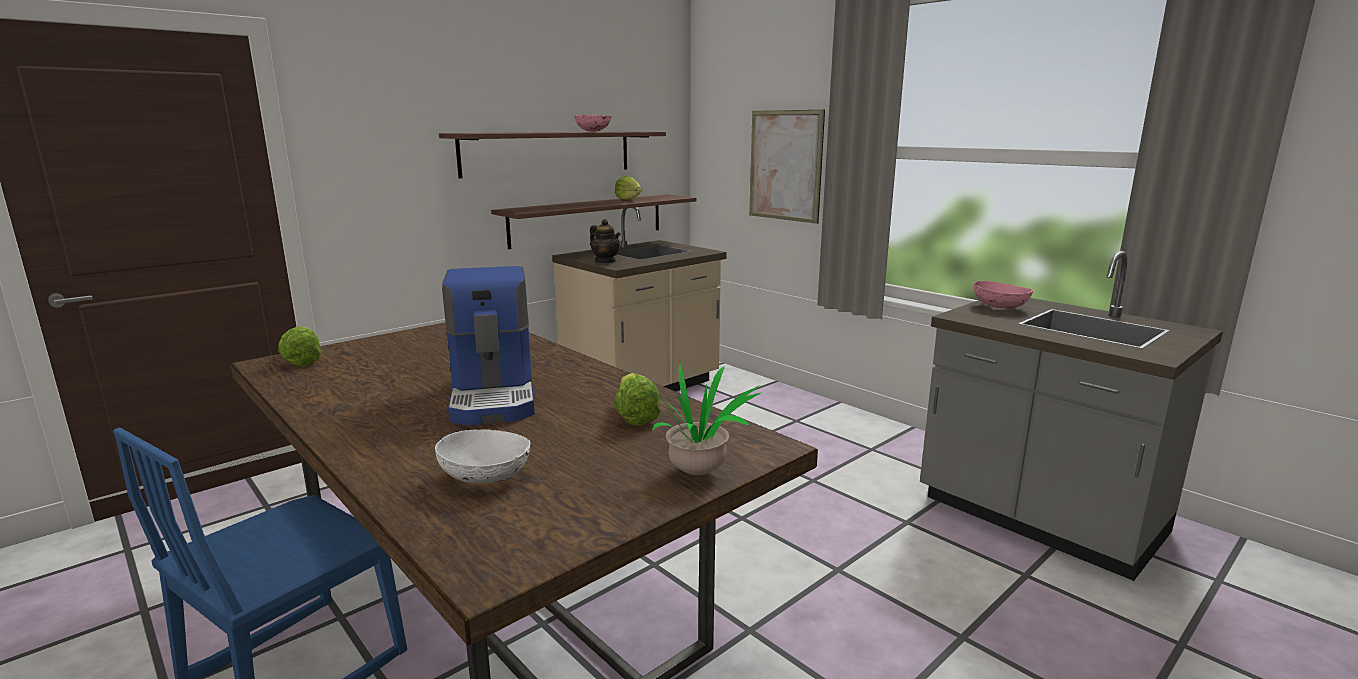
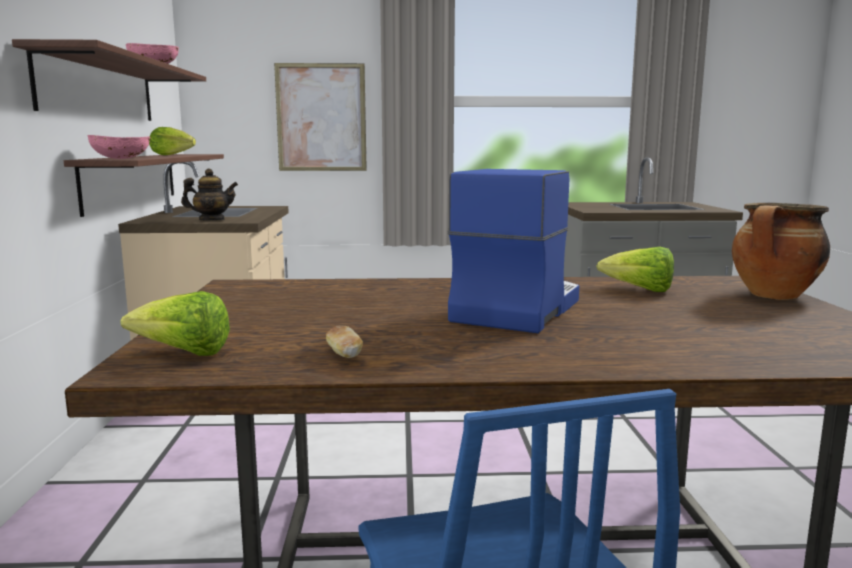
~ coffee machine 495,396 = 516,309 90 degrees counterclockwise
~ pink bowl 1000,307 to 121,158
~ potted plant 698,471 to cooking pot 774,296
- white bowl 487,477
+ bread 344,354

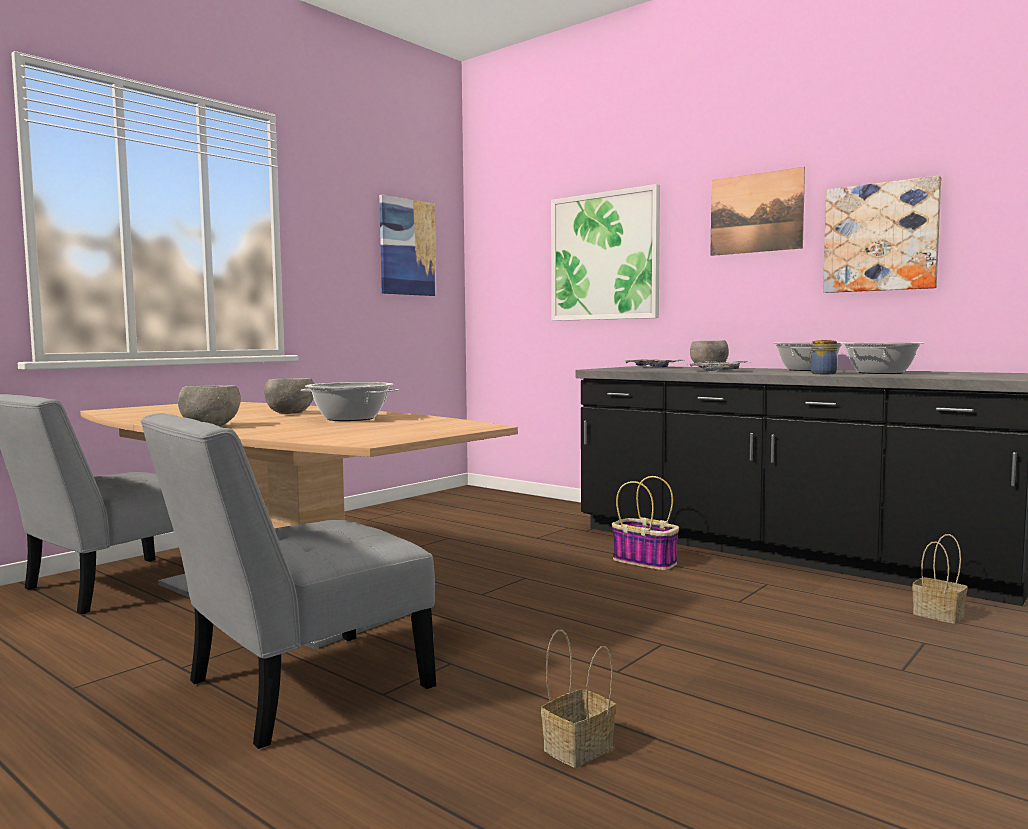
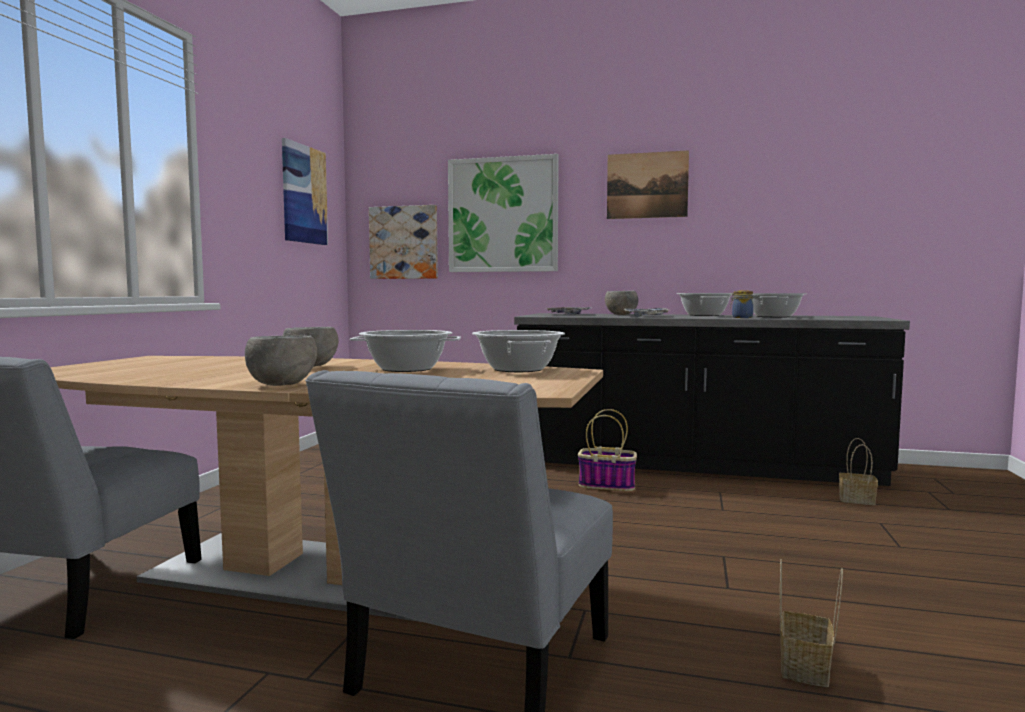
~ picture 880,237 to 404,242
+ cooking pot 517,369

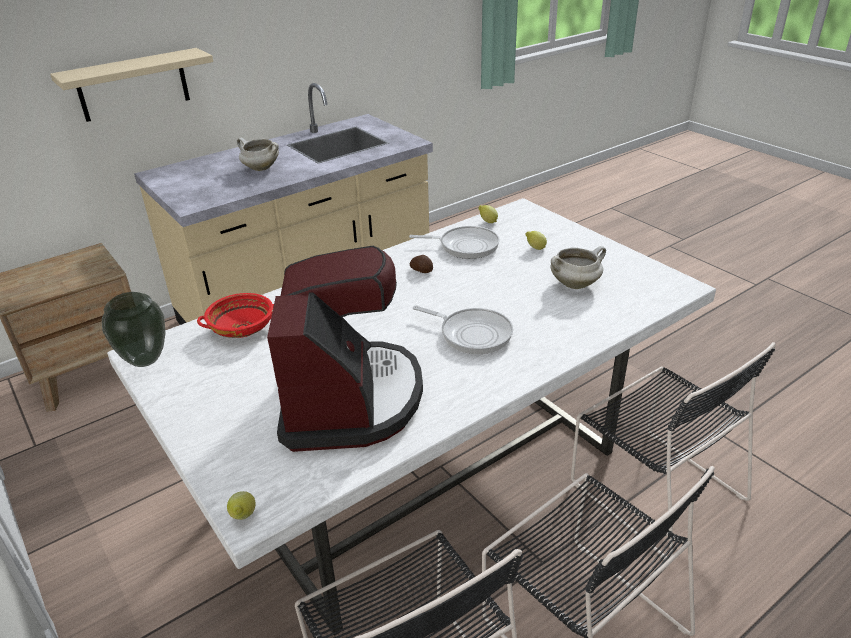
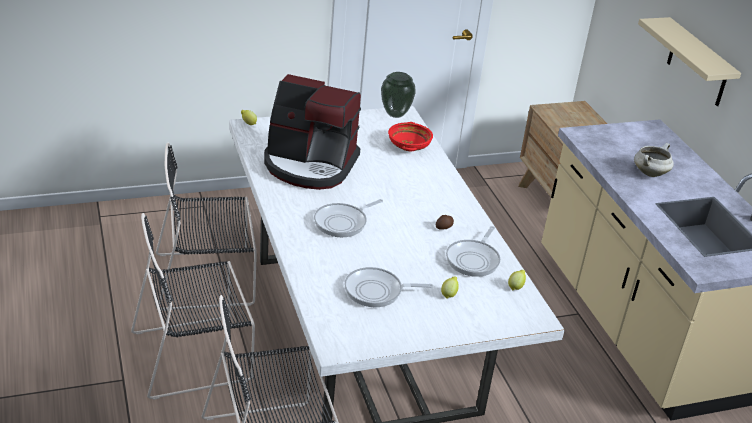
~ white cooking pot 575,284 to frying pan 377,291

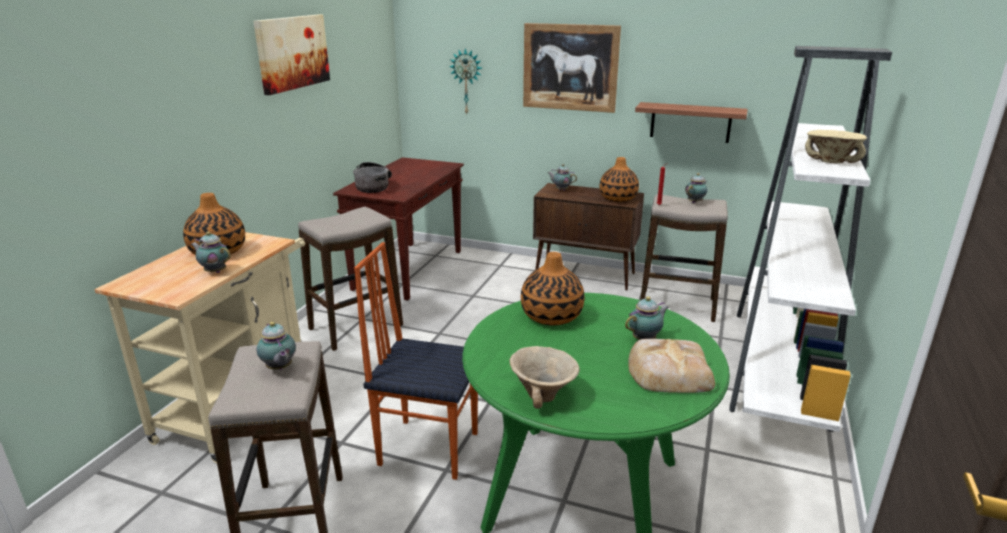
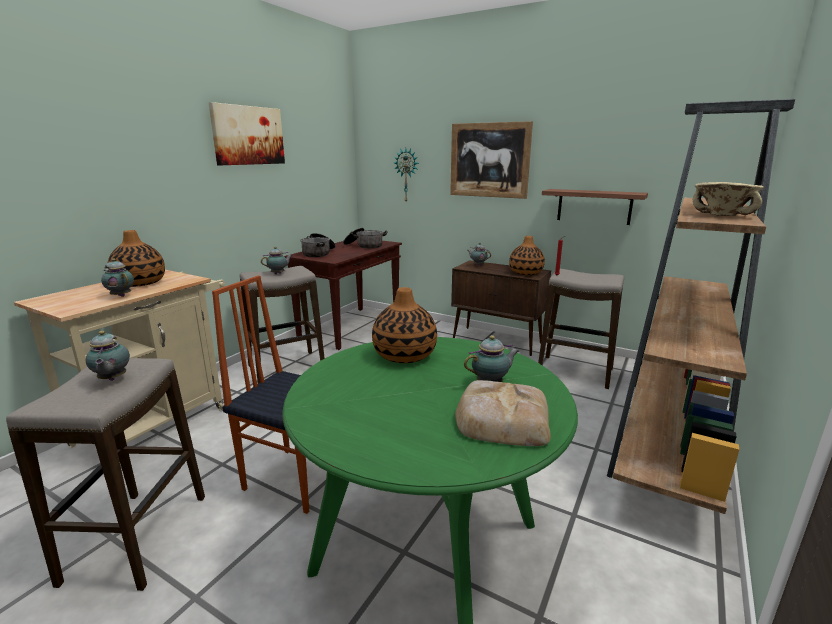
~ white bookcase 778,366 to brown bookcase 668,436
~ teapot 695,202 to 279,273
- beige bowl 544,395
+ cooking pot 364,246

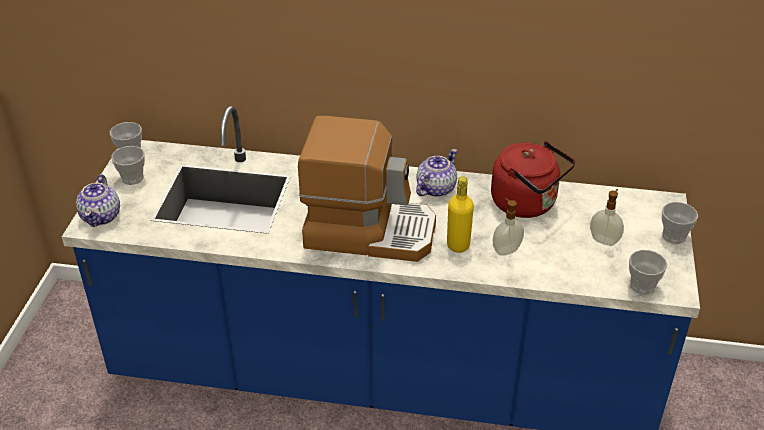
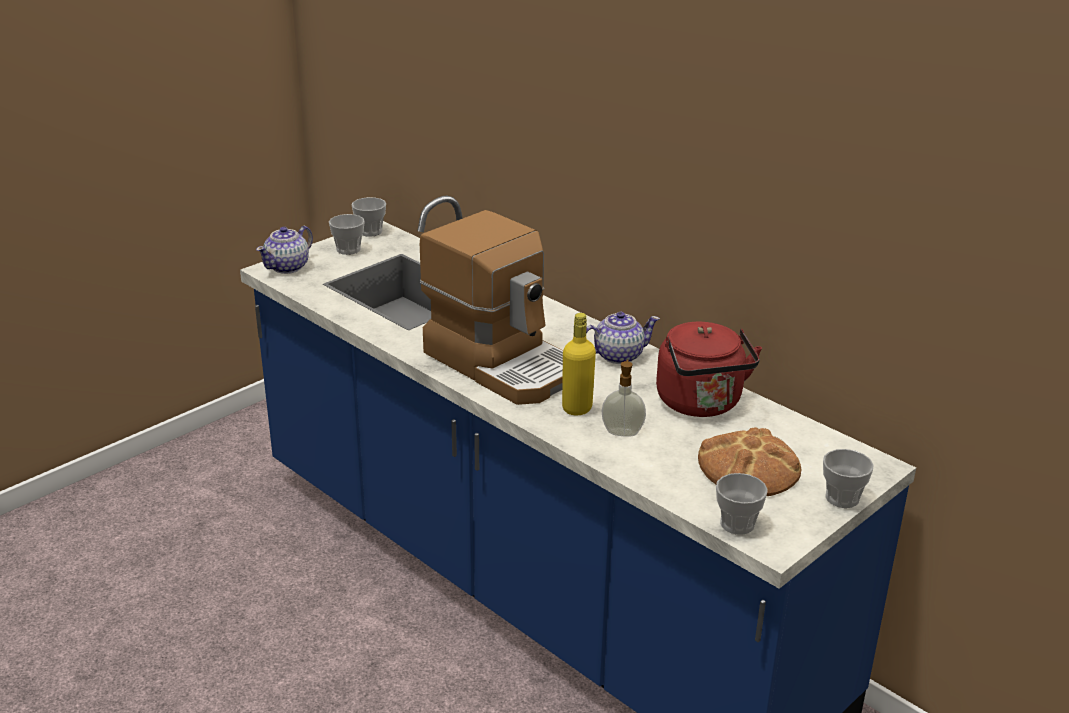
~ soap dispenser 604,240 to bread 748,468

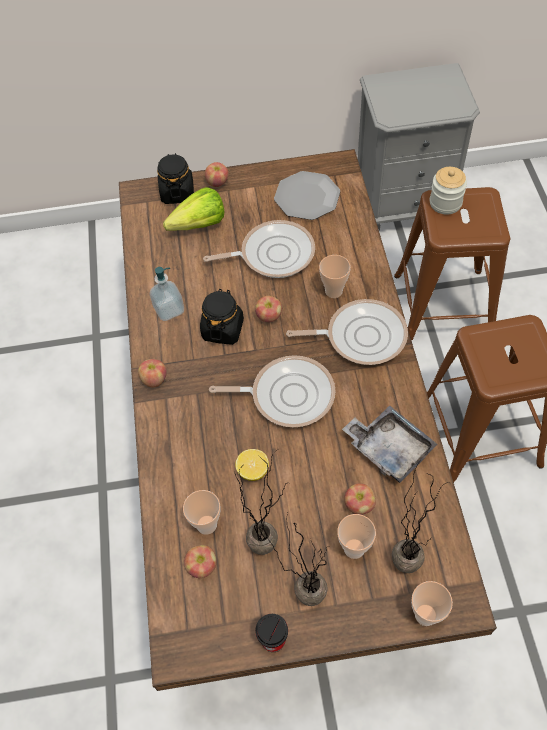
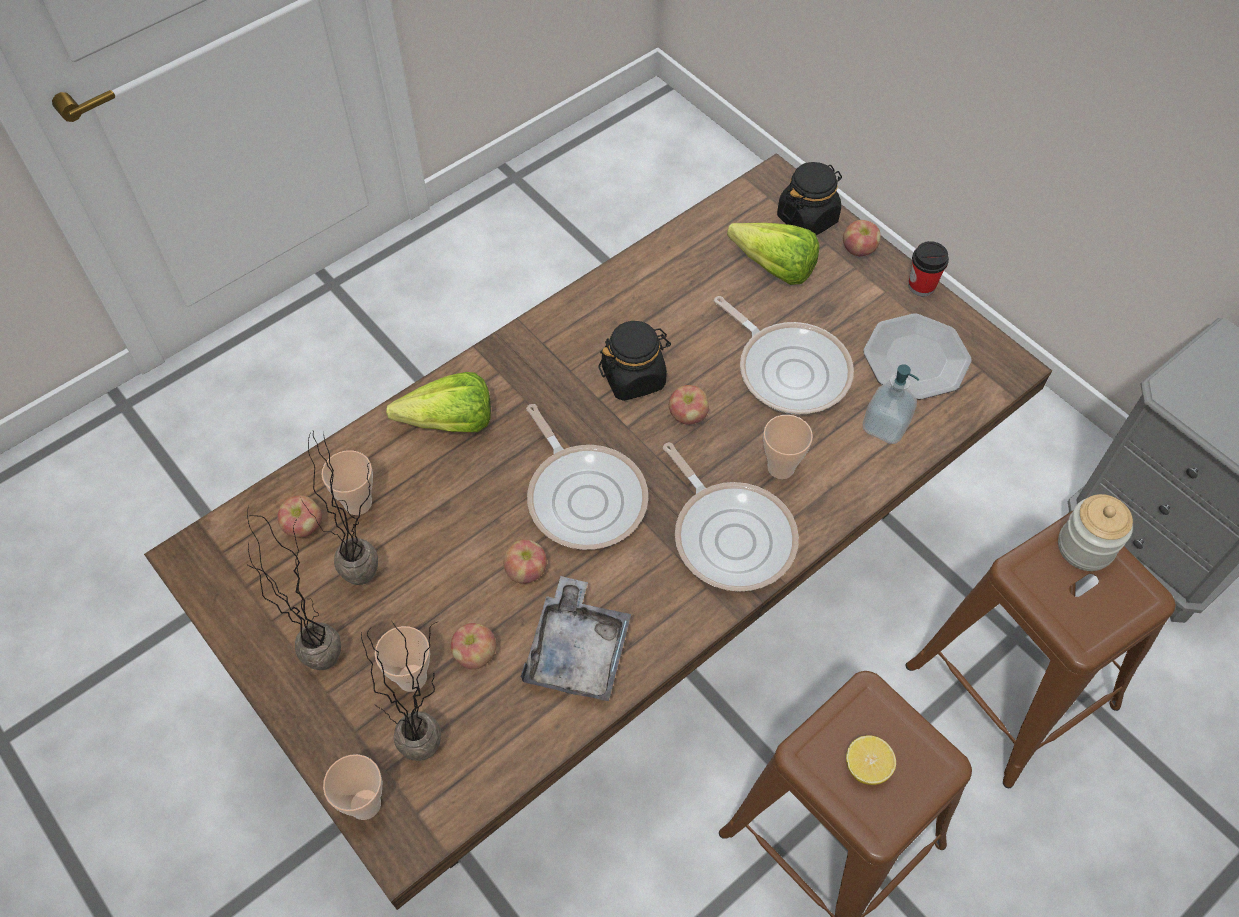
~ soap dispenser 169,310 to 885,426
~ apple 154,379 to 526,571
~ lemon 253,470 to 867,766
~ cup 273,639 to 921,286
+ lettuce 442,422

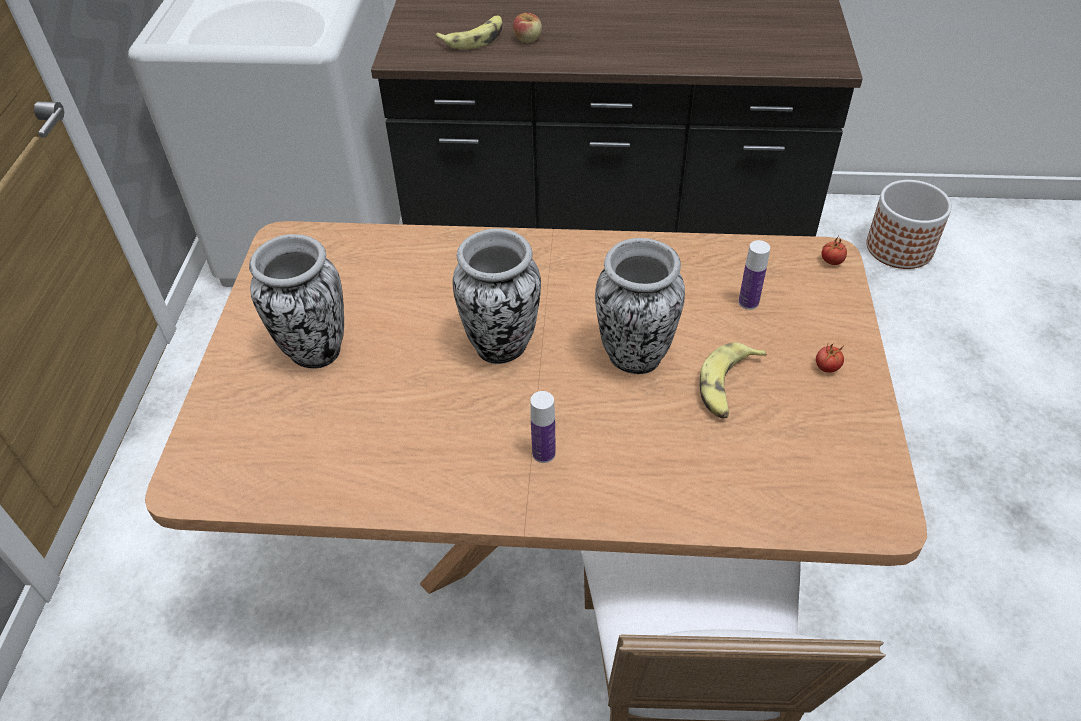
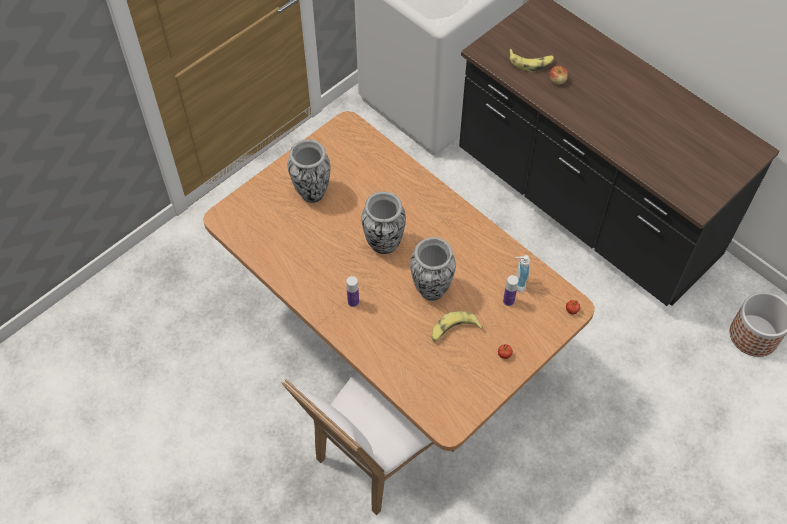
+ soap dispenser 518,283

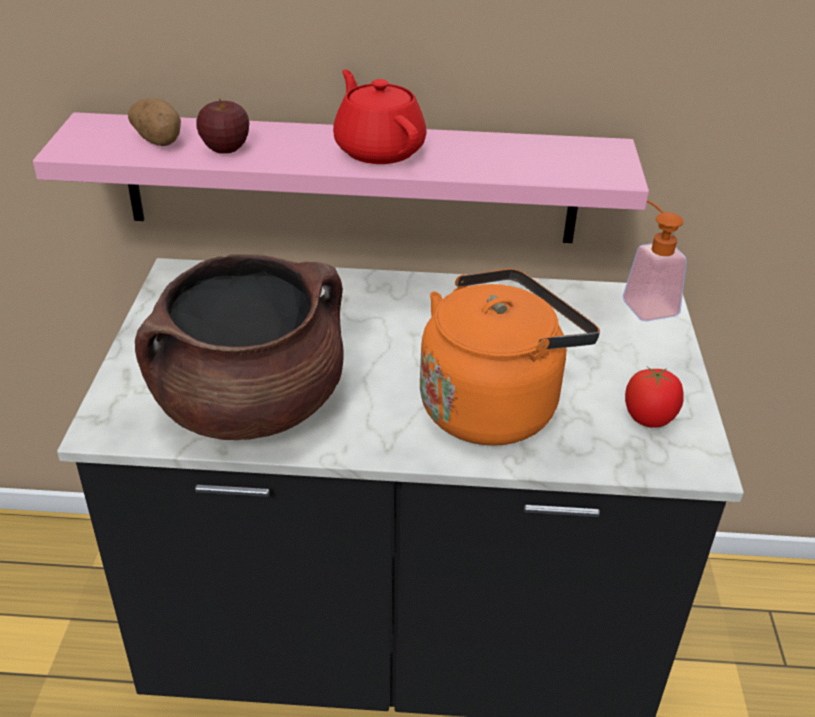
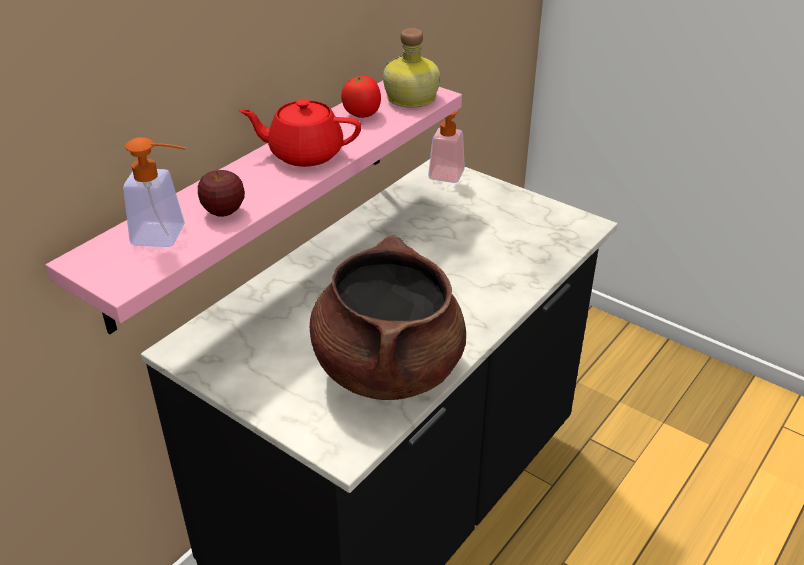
~ potato 159,141 to soap dispenser 168,236
- orange kettle 494,405
~ tomato 649,418 to 362,114
+ bottle 410,98

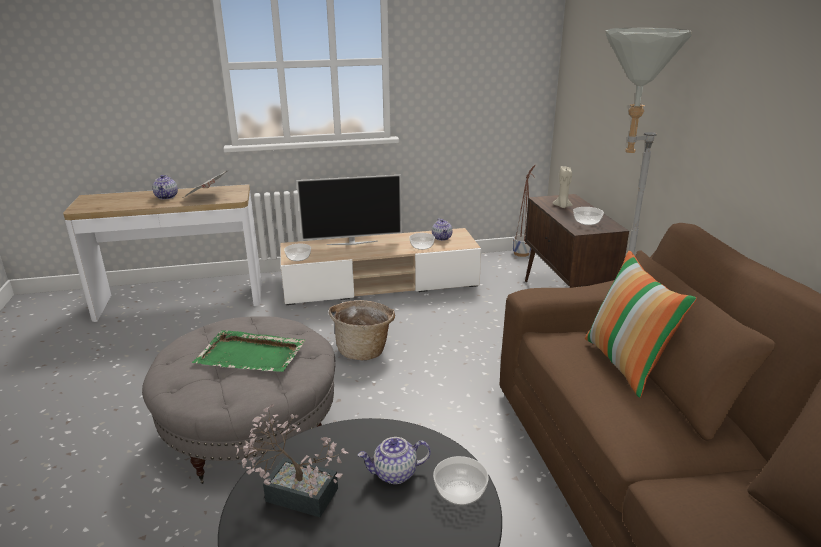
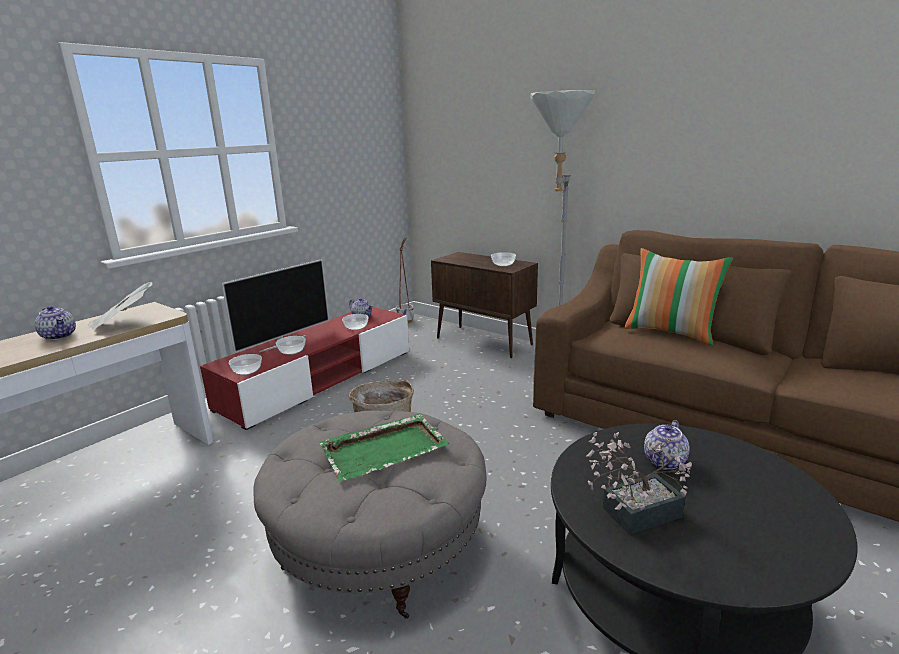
- beige candle 562,206
~ beige tv stand 380,284 to red tv stand 319,379
~ bowl 461,491 to 292,351

